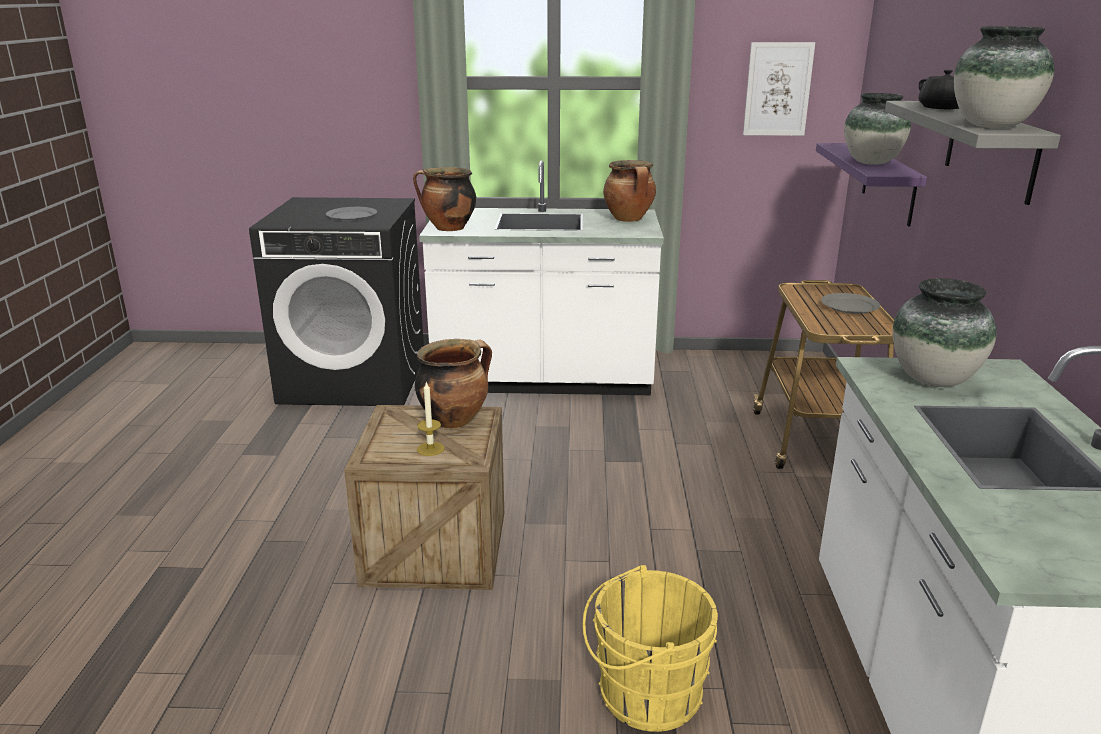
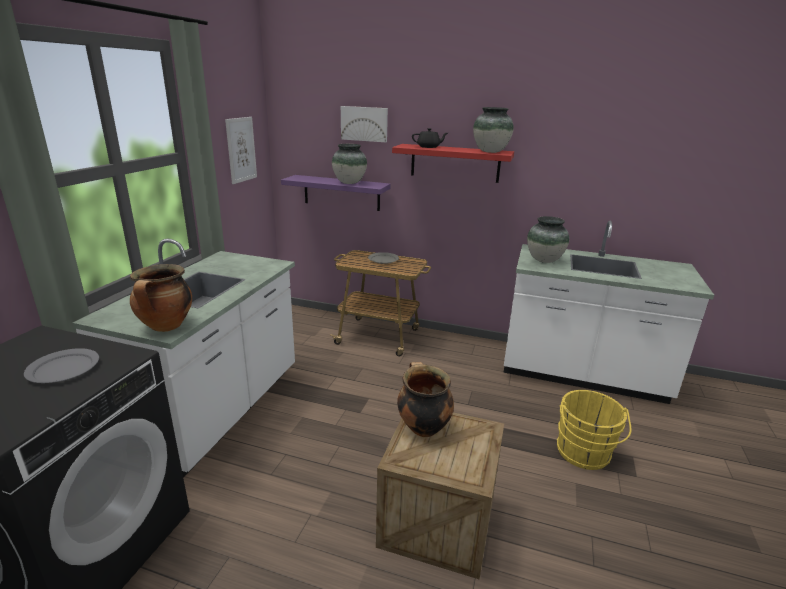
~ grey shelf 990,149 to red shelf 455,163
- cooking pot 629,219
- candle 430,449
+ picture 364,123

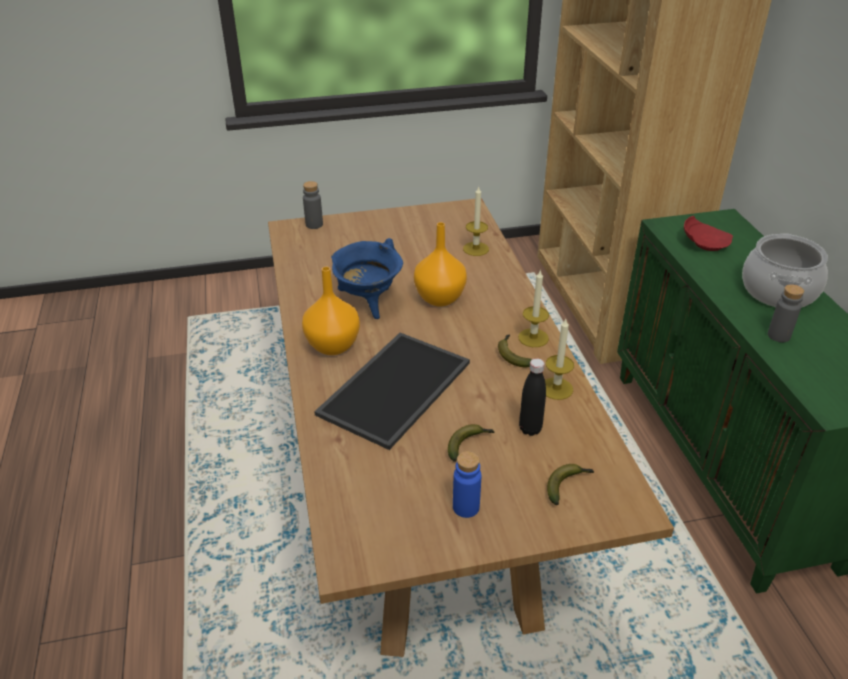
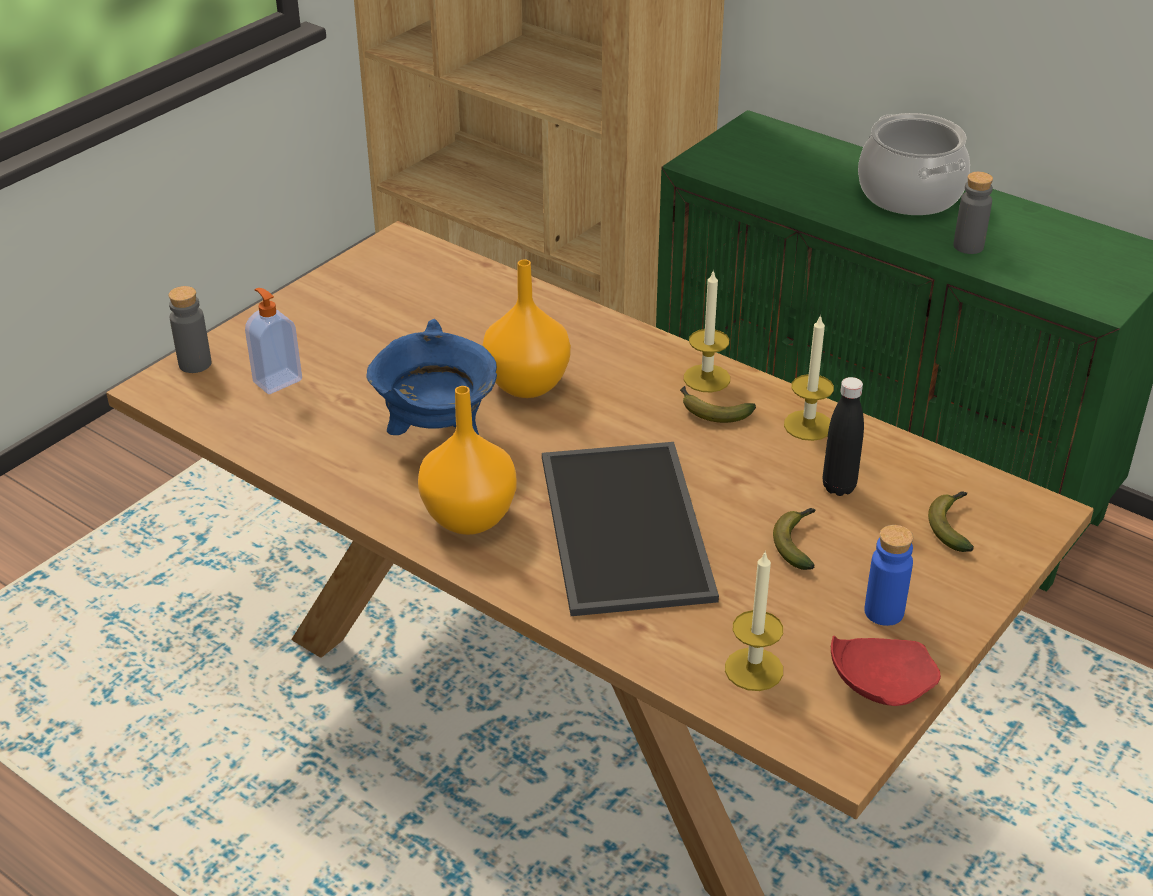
~ candle 476,249 to 754,669
~ red plate 704,243 to 879,683
+ soap dispenser 277,380

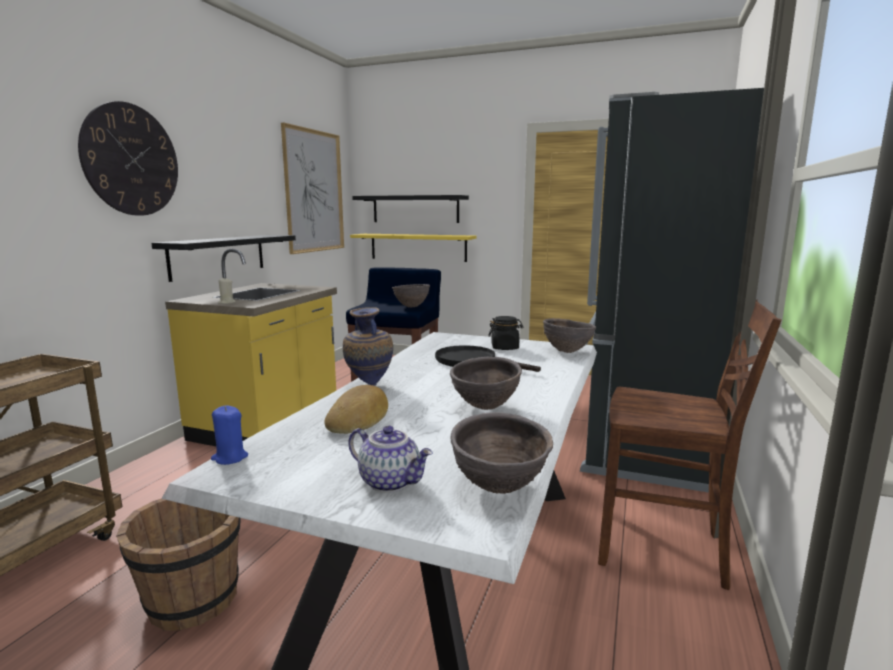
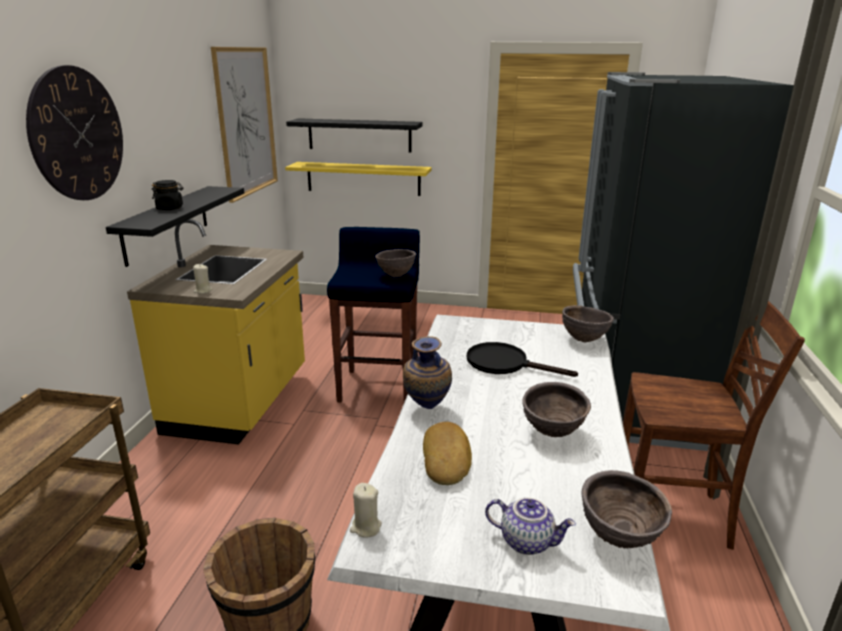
~ black jar 505,348 to 170,208
~ blue candle 230,458 to beige candle 365,527

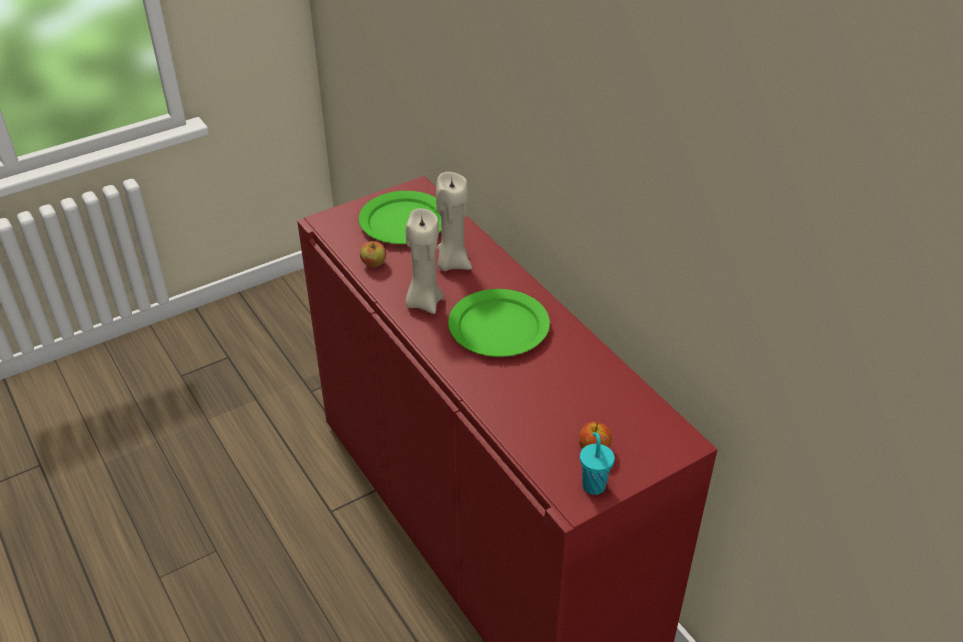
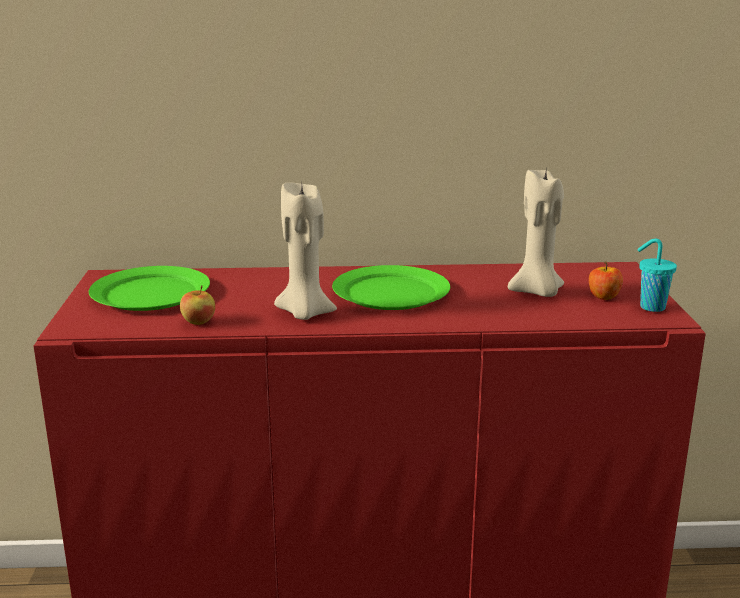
~ beige candle 452,263 to 537,292

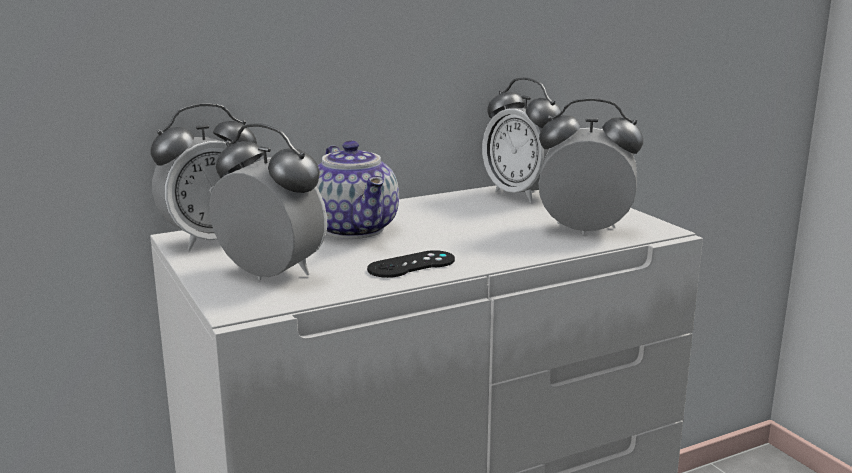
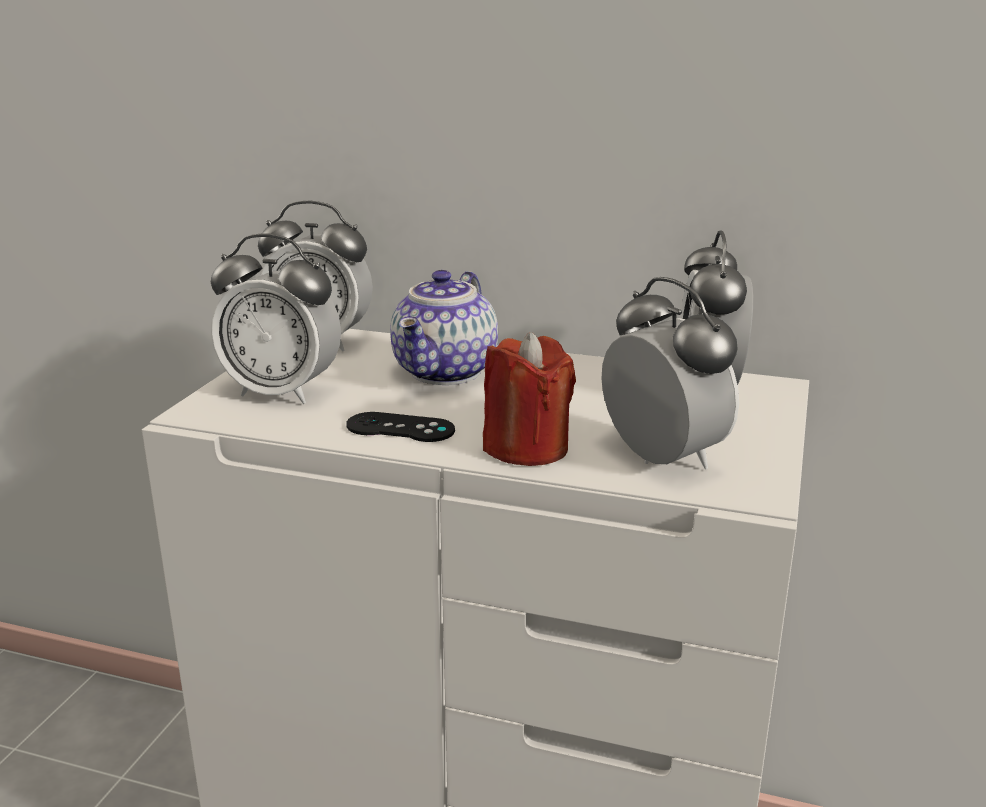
~ alarm clock 271,275 = 282,392 120 degrees clockwise
+ red candle 526,448

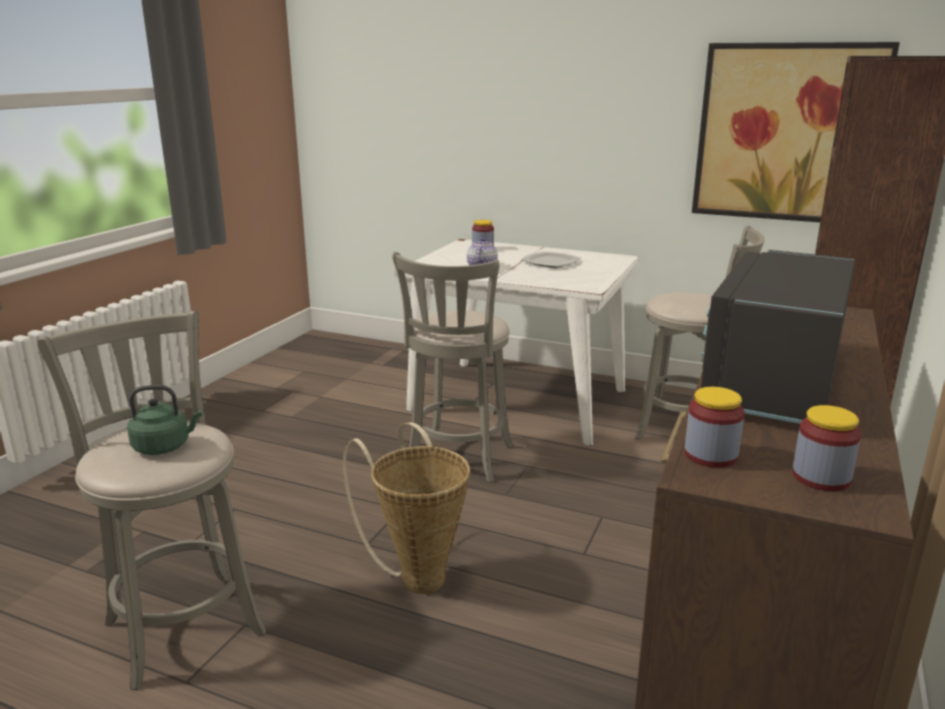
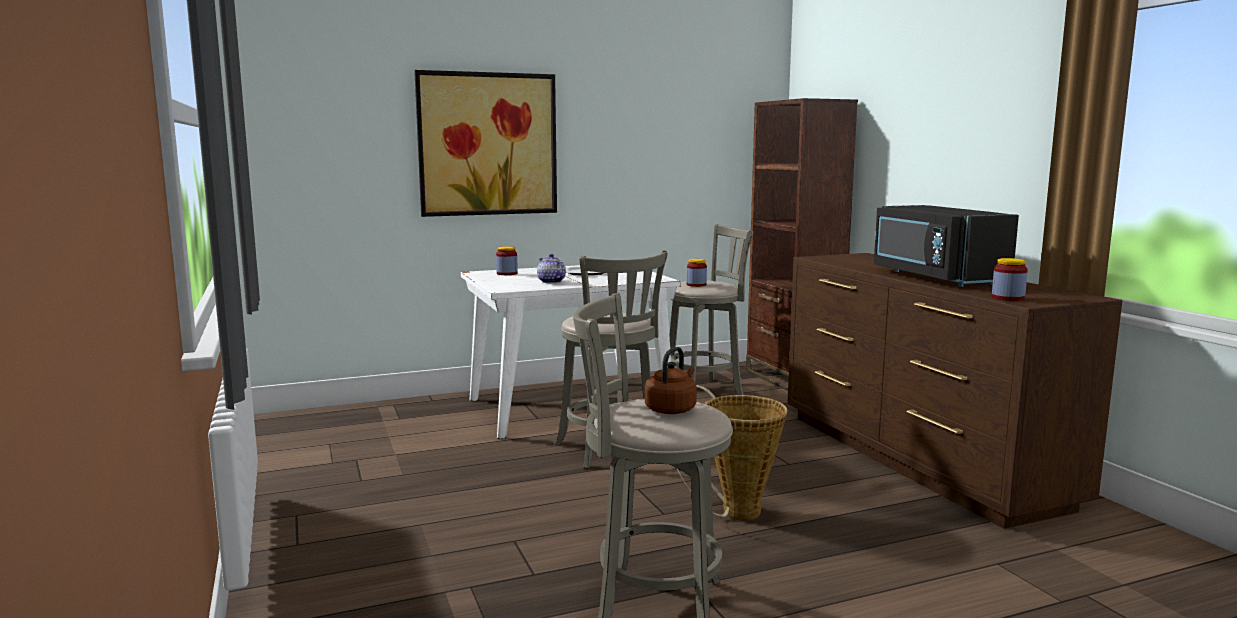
~ picture 787,133 to 487,144
~ green kettle 165,447 to brown kettle 672,409
~ jar 821,477 to 696,285

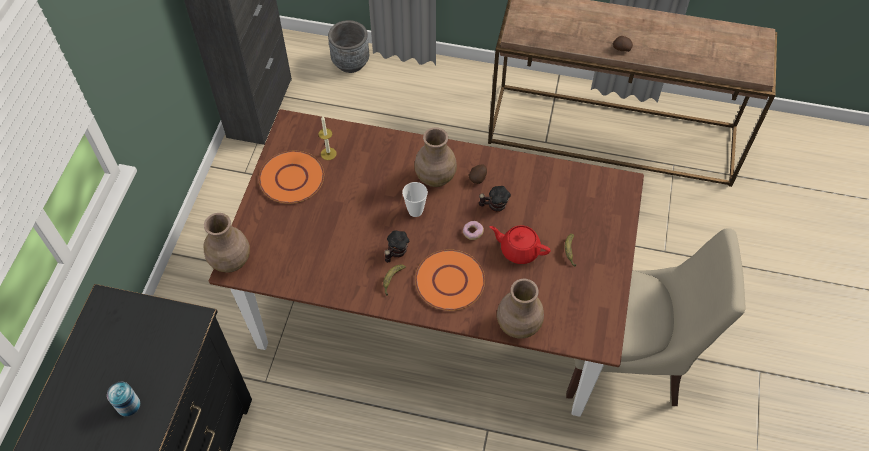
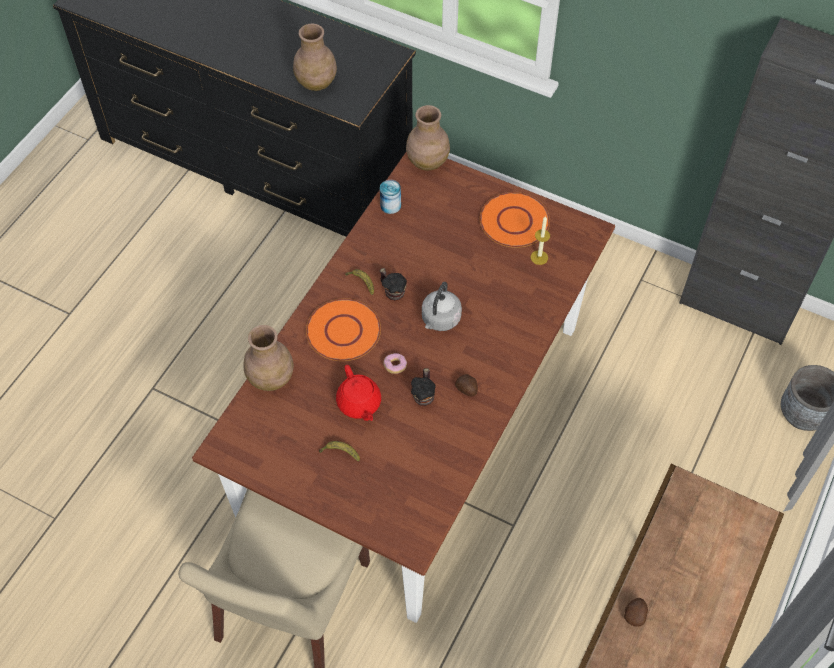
~ brown vase 435,177 to 317,83
~ cup 415,211 to grey kettle 440,320
~ red teapot 519,250 = 359,404 120 degrees clockwise
~ can 128,405 to 390,205

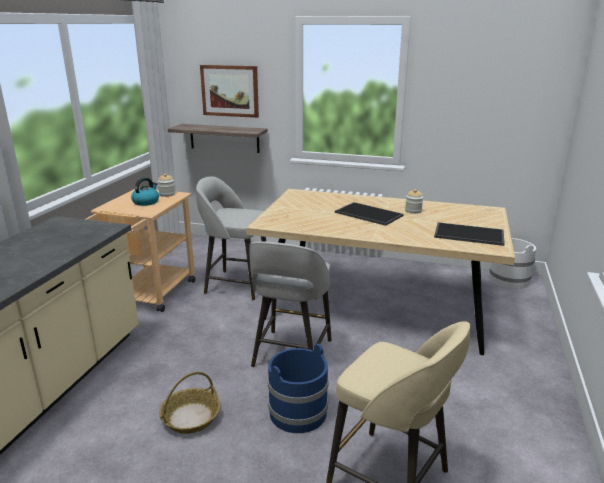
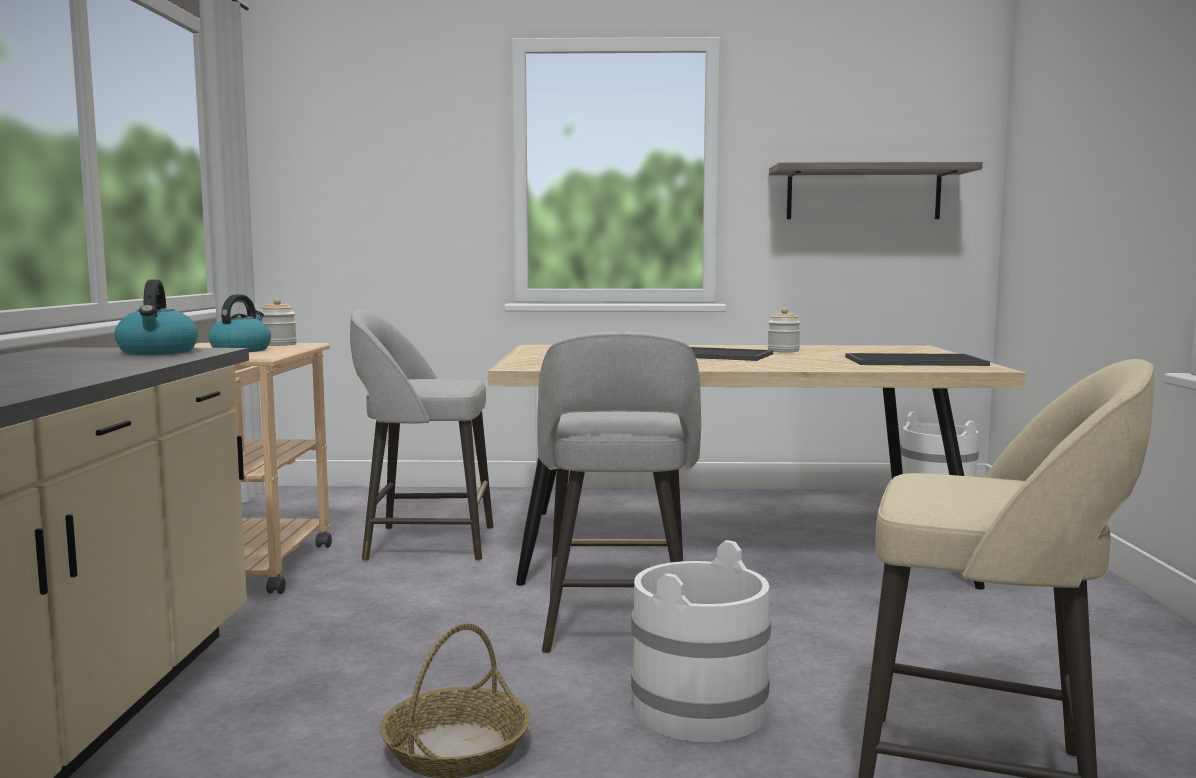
- picture 230,91
~ shelf 224,138 to 863,193
~ blue bucket 298,412 to white bucket 699,708
+ kettle 158,352

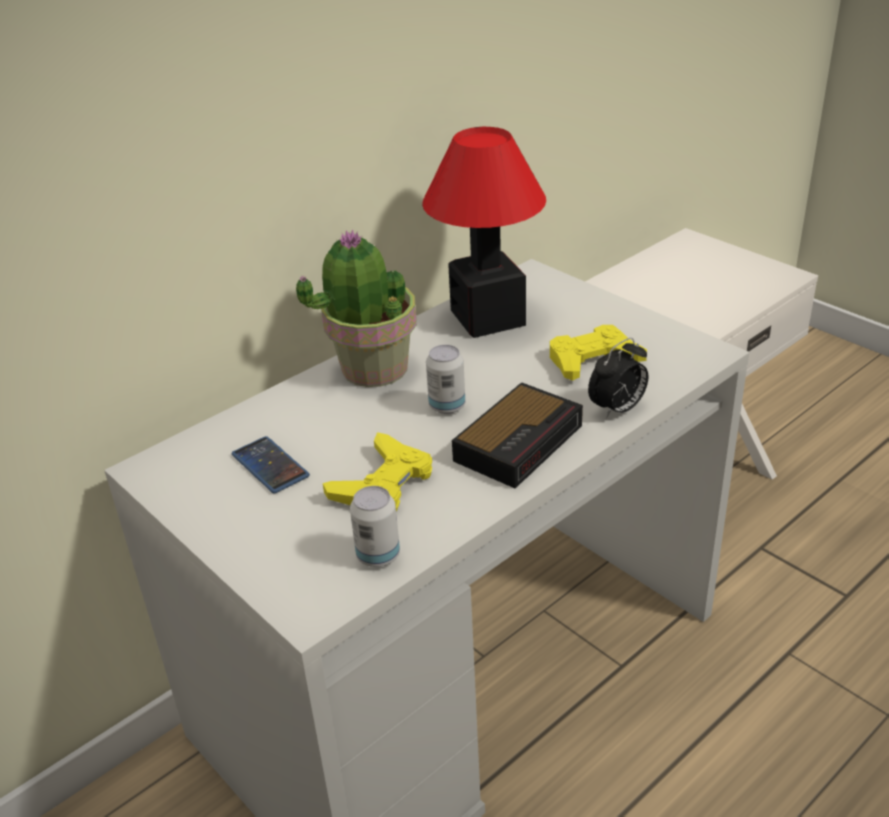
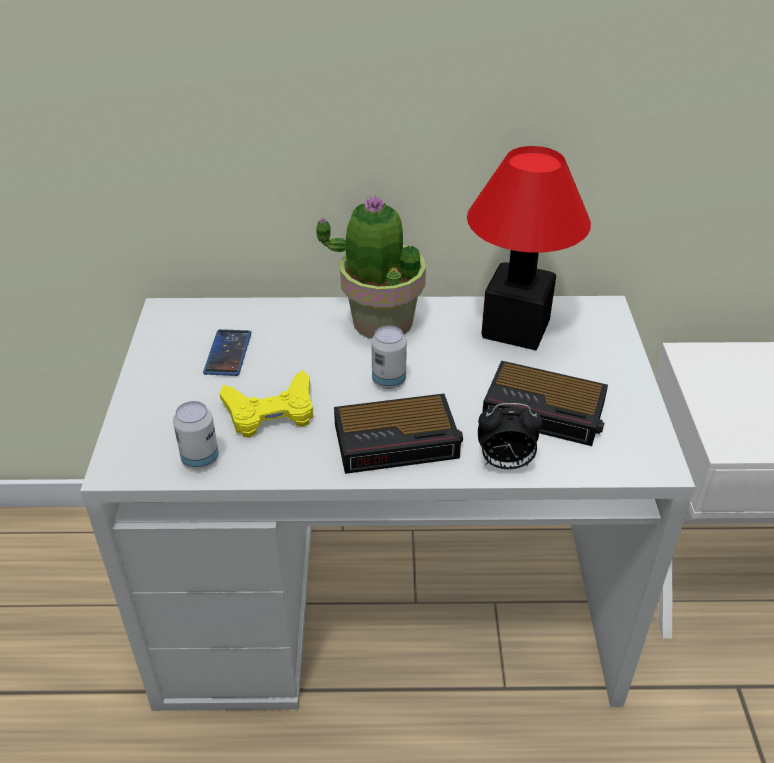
~ yellow game controller 593,360 to alarm clock 546,411

